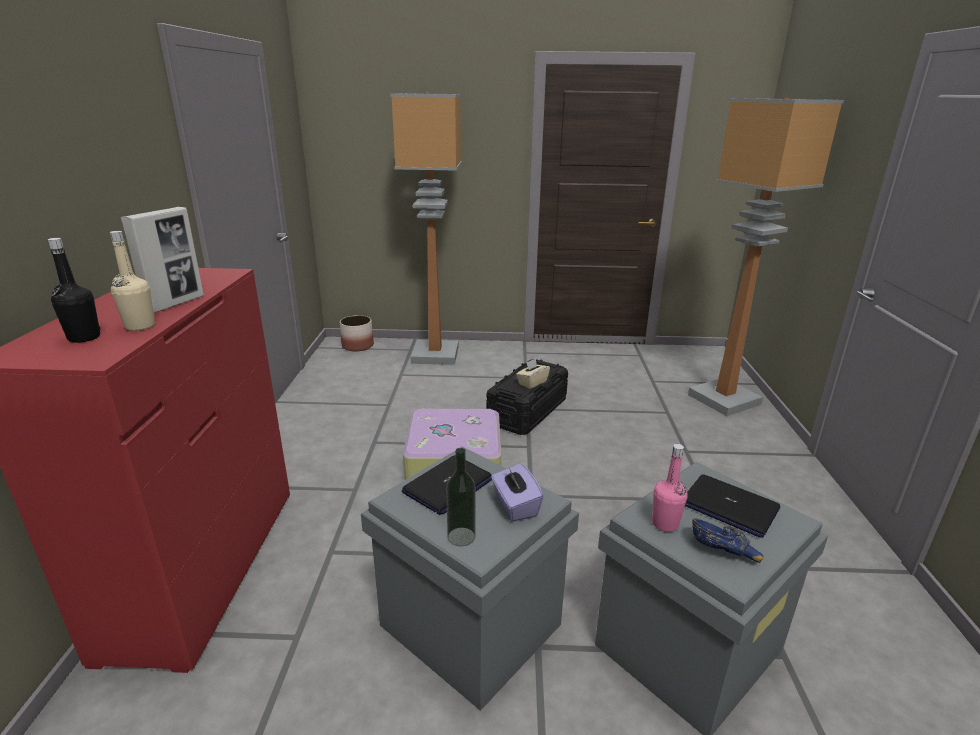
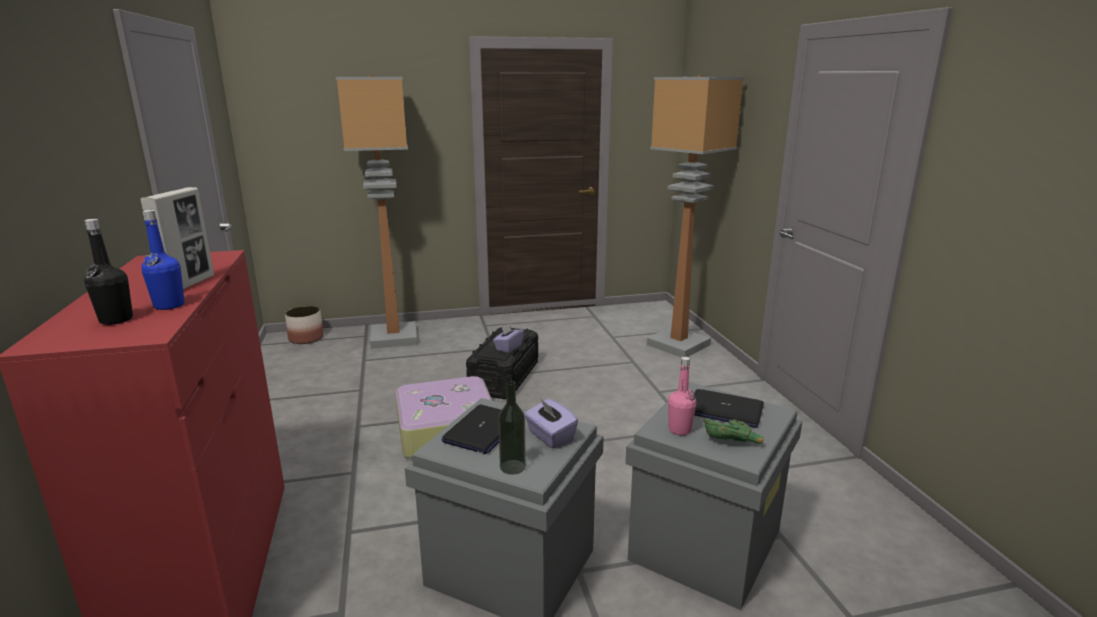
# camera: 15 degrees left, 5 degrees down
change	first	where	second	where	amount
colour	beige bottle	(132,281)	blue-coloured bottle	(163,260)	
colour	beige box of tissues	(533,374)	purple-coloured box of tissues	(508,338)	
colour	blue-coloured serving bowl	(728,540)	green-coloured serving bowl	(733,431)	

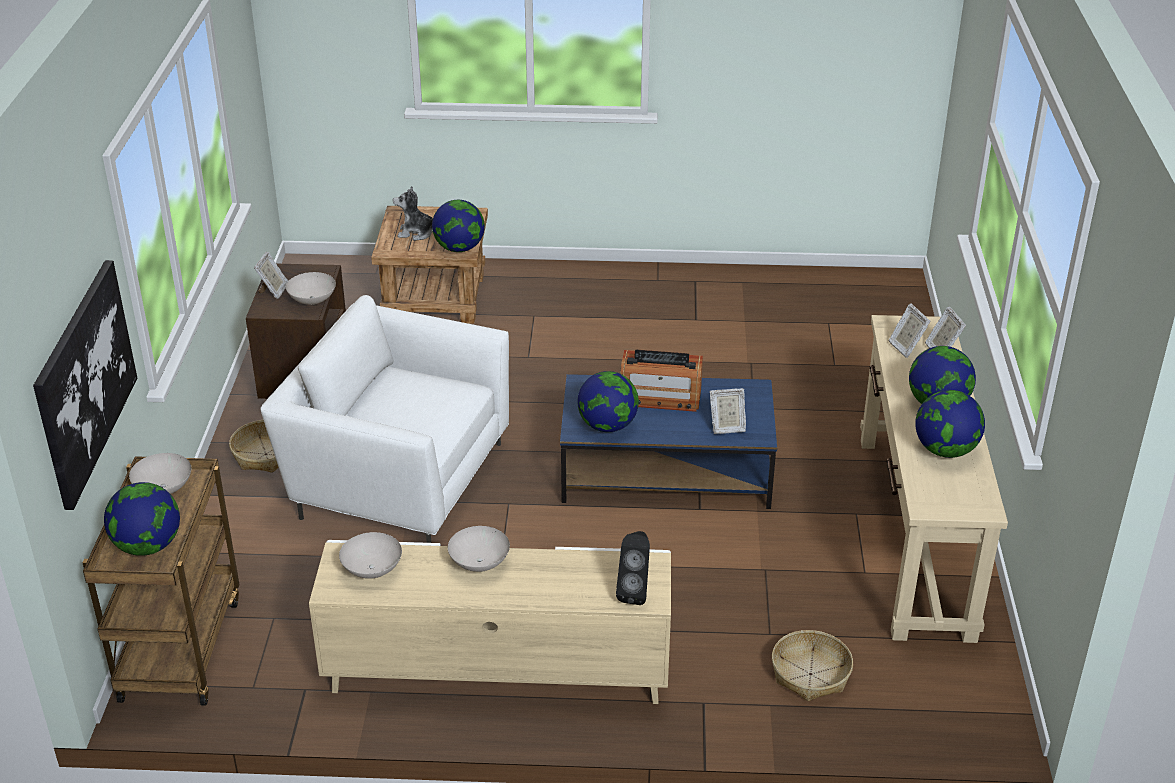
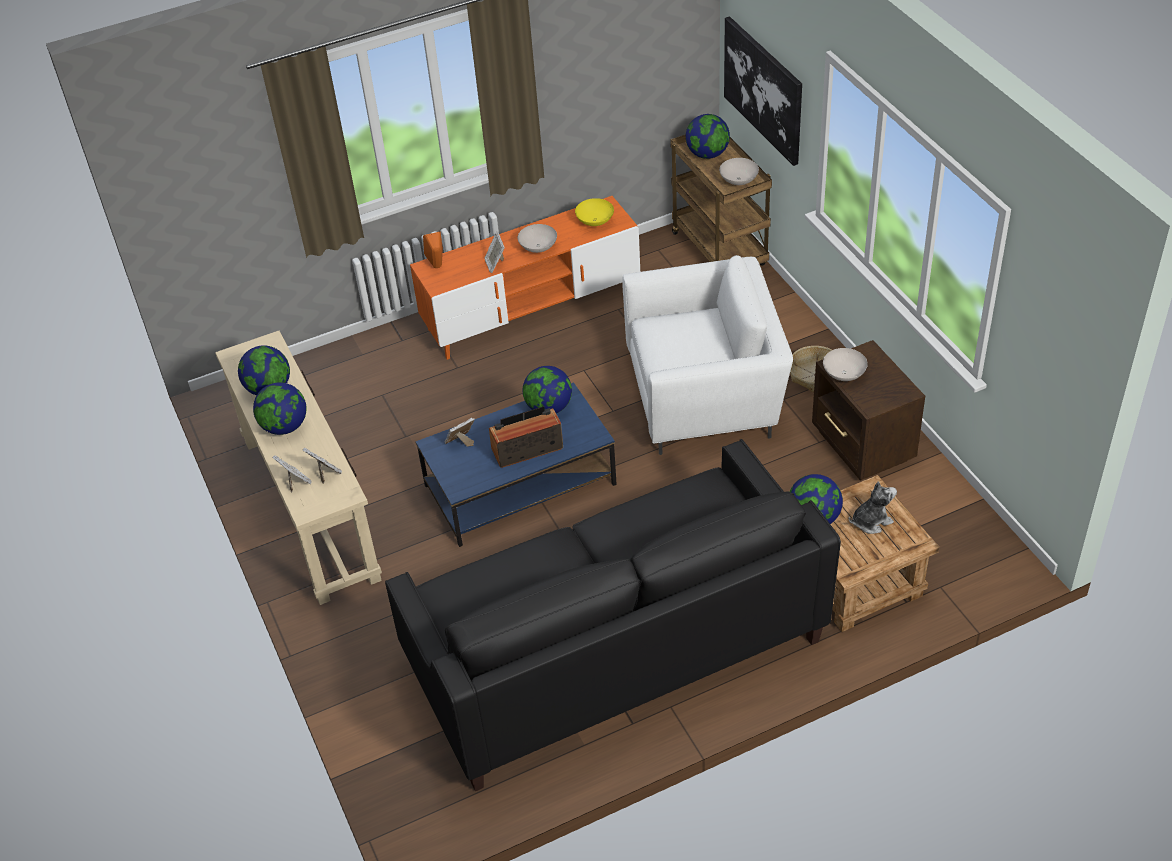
# camera: 155 degrees right, 10 degrees up
change	first	where	second	where	amount
relocated	picture frame	(271,275)		(494,252)	
colour	black loudspeaker	(633,568)	orangey loudspeaker	(433,250)	
colour	white-coloured serving bowl	(370,555)	yellow-coloured serving bowl	(594,212)	
colour	beige tv unit	(490,622)	orangey tv unit	(525,278)	
missing	storage basket	(812,665)			
appeared			black sofa	(613,615)	

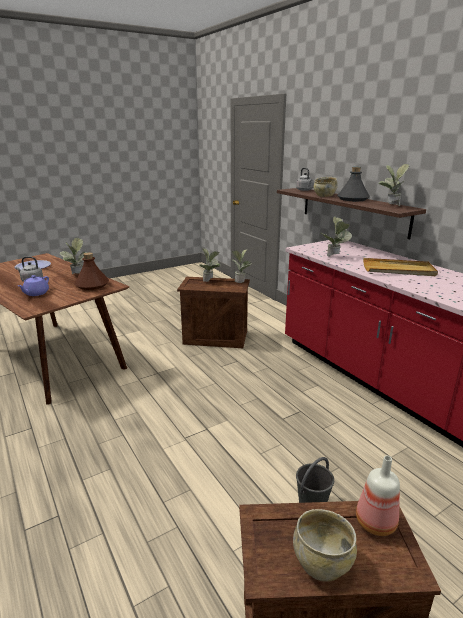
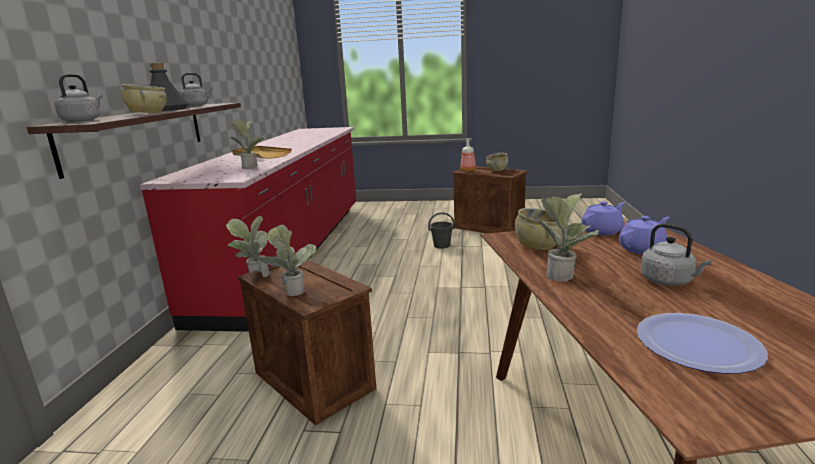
# camera: 140 degrees left, 5 degrees down
change	first	where	second	where	amount
exchanged	plant in a pot	(394,185)	greyish tea kettle	(196,89)	
exchanged	brown-coloured bottle	(91,271)	beige serving bowl	(538,229)	
appeared			purple-coloured tea pot	(603,218)	

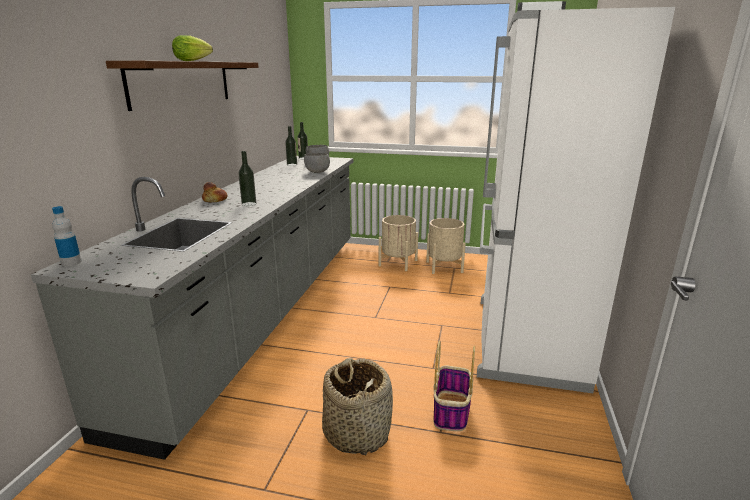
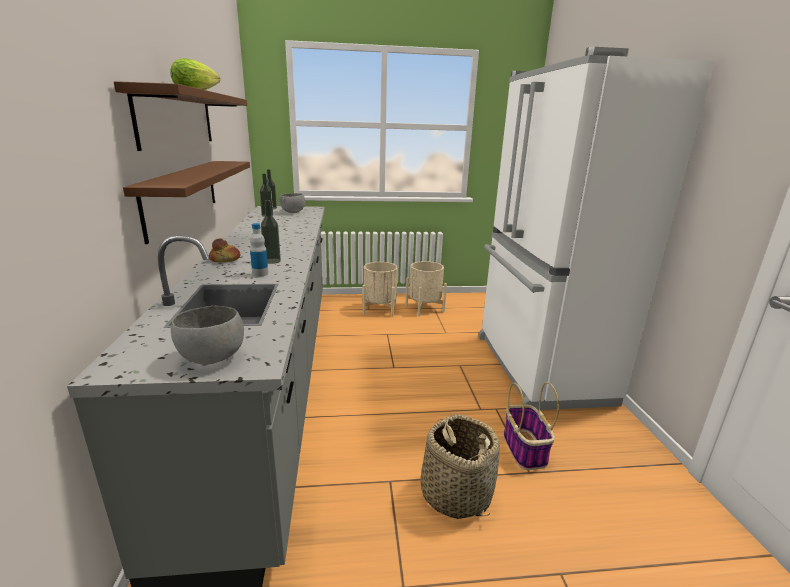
# camera: 20 degrees left, 0 degrees up
change	first	where	second	where	amount
relocated	greyish serving bowl	(317,163)		(207,335)	
relocated	bottle	(67,236)		(259,250)	
appeared			brown-coloured wall shelf	(186,202)	

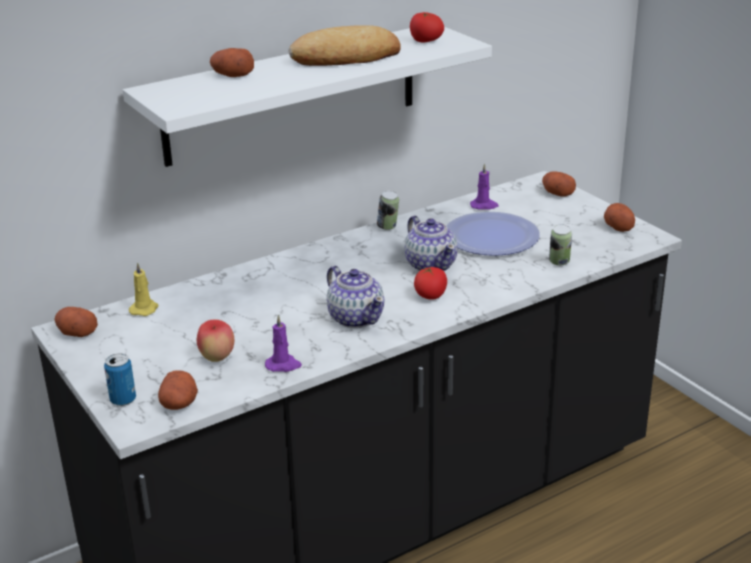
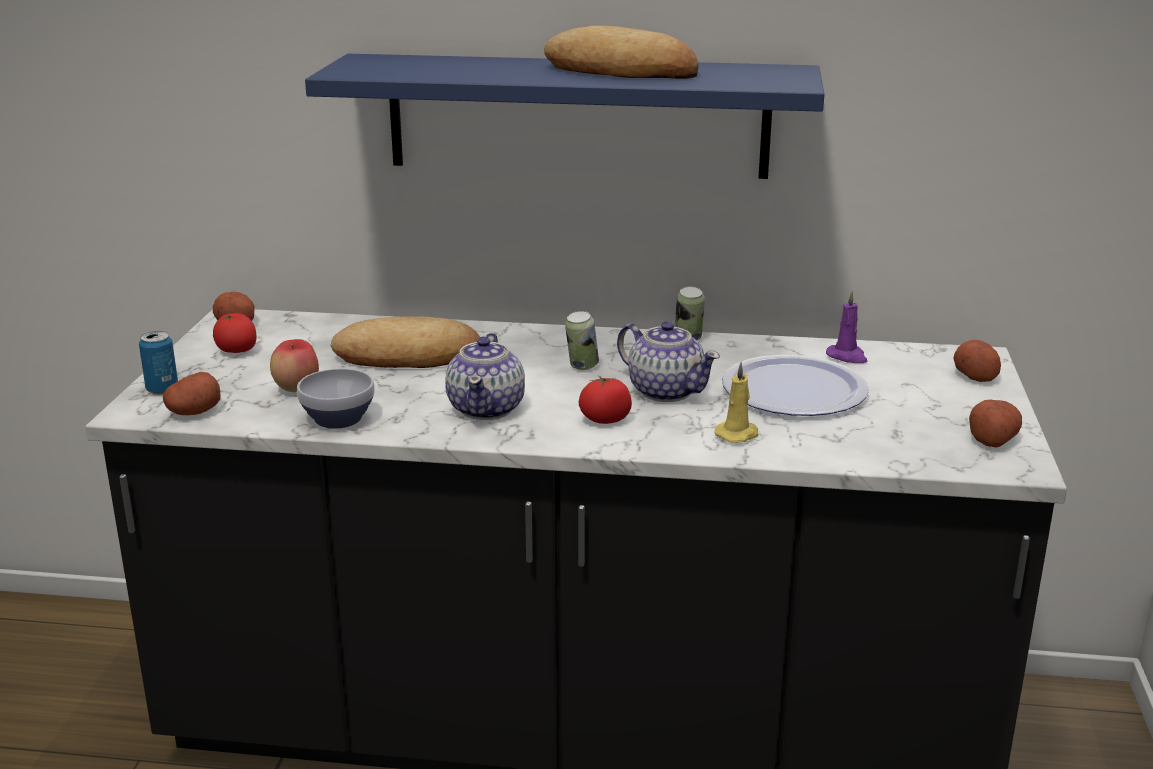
# camera: 40 degrees right, 5 degrees down
change	first	where	second	where	amount
relocated	whole tomato	(427,27)		(235,333)	
colour	white-coloured wall shelf	(307,97)	blue-coloured wall shelf	(564,116)	
missing	spud	(232,62)			
spun	tea pot	(431,243)		(668,361)	60 degrees counterclockwise
relocated	sealed can	(560,245)		(582,340)	
relocated	yellow-coloured wax candle	(143,289)		(736,402)	
exchanged	purple-coloured wax candle	(283,343)	serving bowl	(336,398)	
appeared			bakery bread	(405,342)	

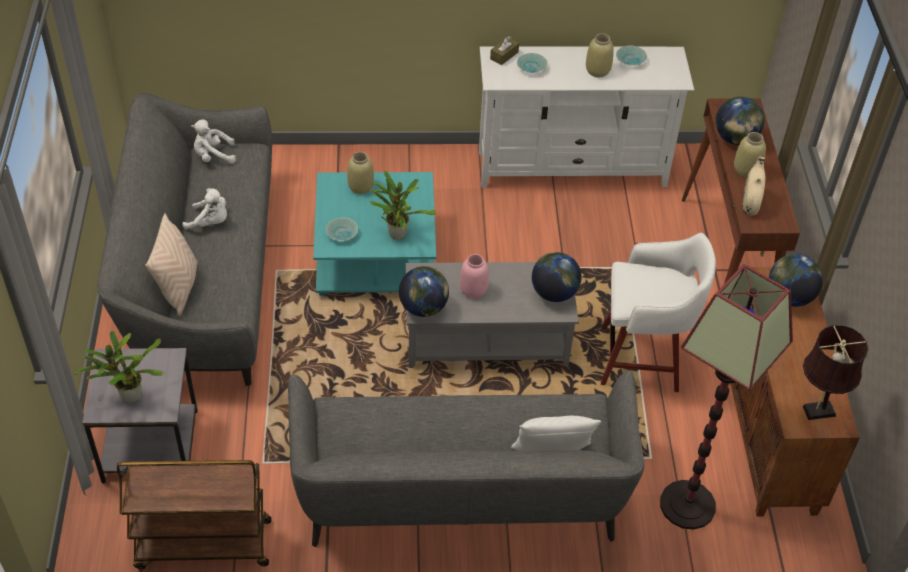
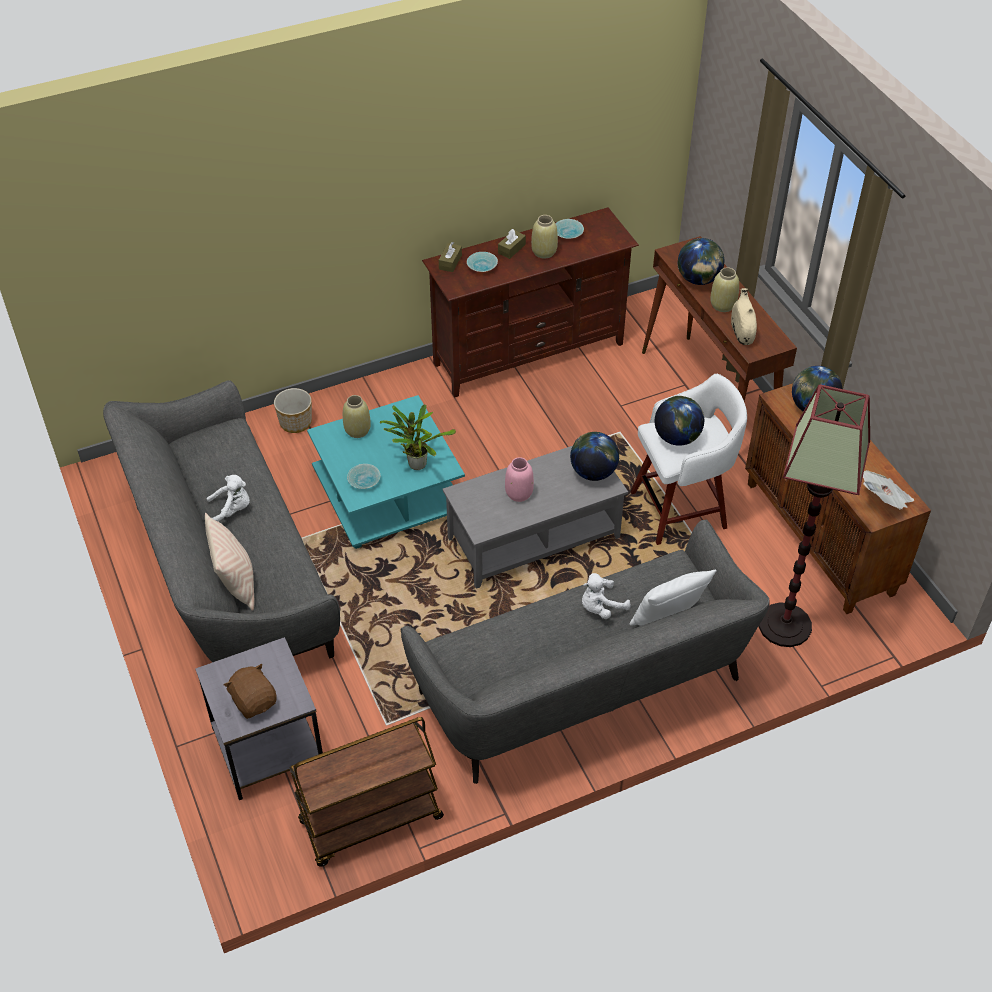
# camera: 20 degrees left, 0 degrees up
change	first	where	second	where	amount
colour	white-coloured tv unit	(586,117)	brown-coloured tv unit	(530,302)	
relocated	white-coloured cuddly toy	(213,141)		(606,596)	
relocated	globe	(424,291)		(679,421)	
exchanged	brown-coloured lamp for a table	(835,372)	daily paper	(888,490)	
exchanged	plant in a pot	(118,367)	brown-coloured cuddly toy	(250,691)	
appeared			brown-coloured box of tissues	(512,244)	
appeared			planter	(293,410)	

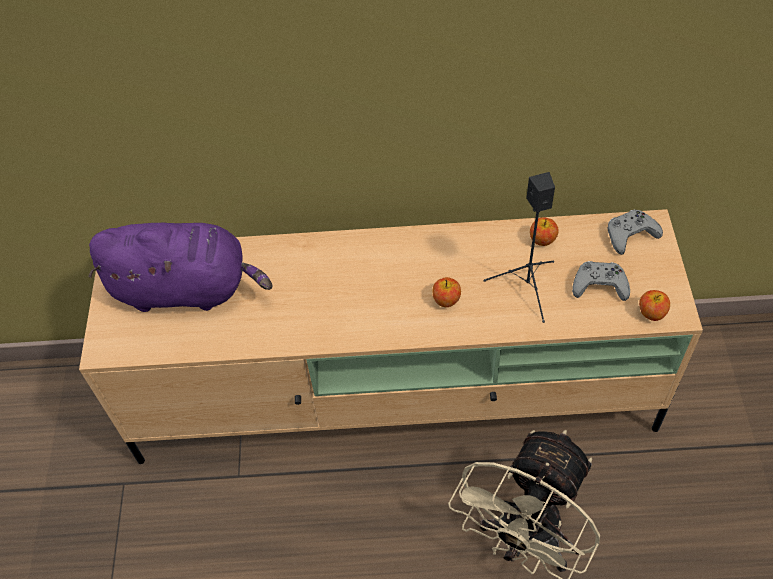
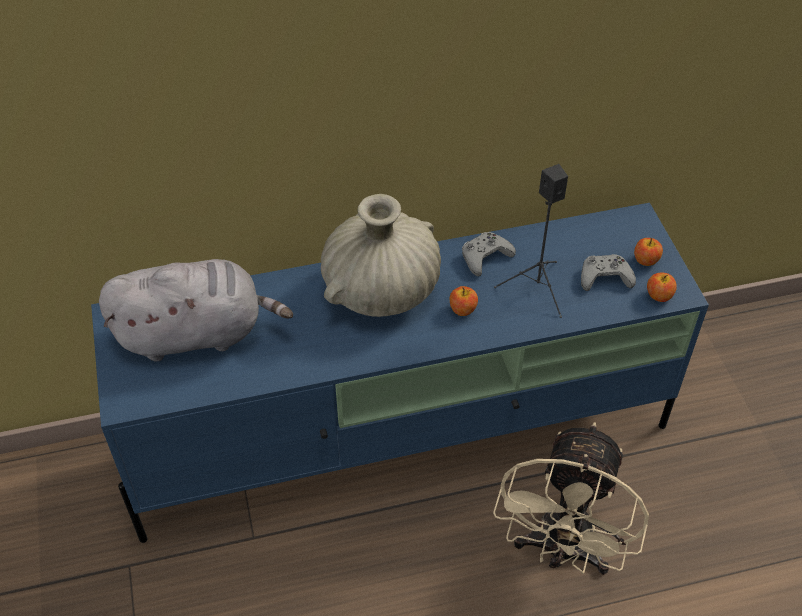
# camera: 15 degrees left, 5 degrees down
change	first	where	second	where	amount
colour	beige tv unit	(391,336)	blue-coloured tv unit	(400,373)	
relocated	greyish game controller	(635,232)		(489,254)	
relocated	apple fruit	(544,231)		(648,252)	
colour	purple-coloured cuddly toy	(180,267)	greyish cuddly toy	(196,310)	
appeared			beige vase	(381,255)	

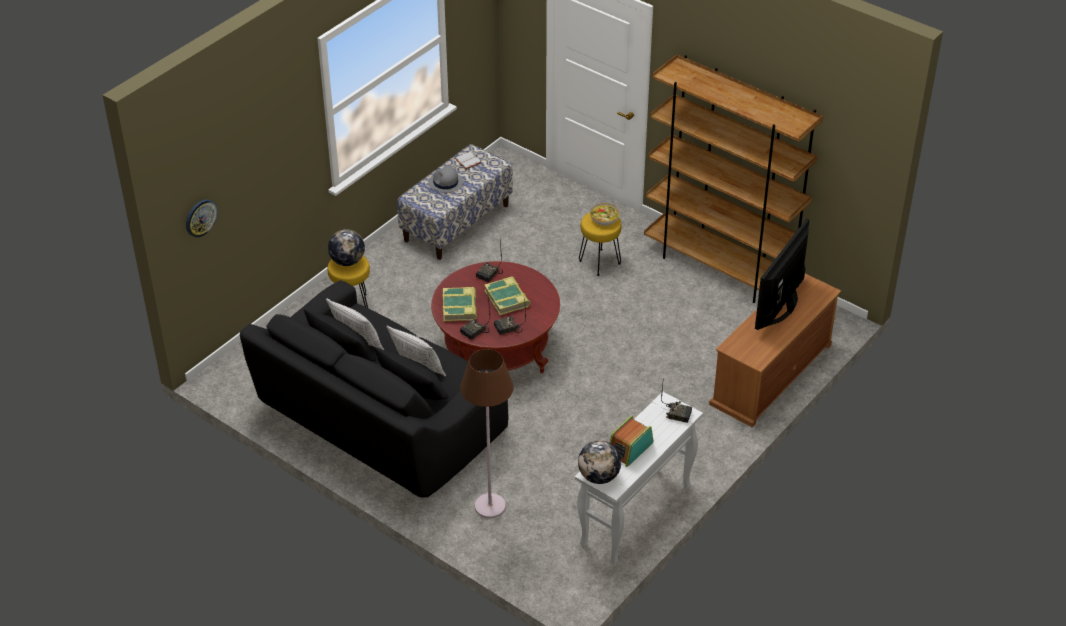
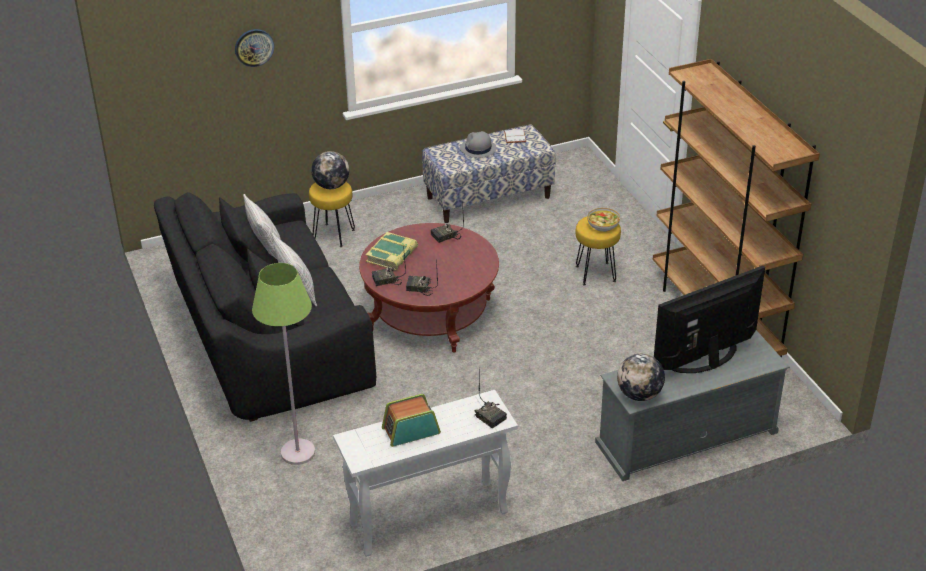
# camera: 30 degrees right, 5 degrees down
change	first	where	second	where	amount
relocated	clock on the wall	(202,218)		(254,48)	
colour	brown-coloured tv unit	(775,350)	greyish tv unit	(692,405)	
missing	book	(507,295)			
colour	brown-coloured standard lamp	(487,433)	green-coloured standard lamp	(283,364)	
relocated	globe	(599,462)		(641,377)	

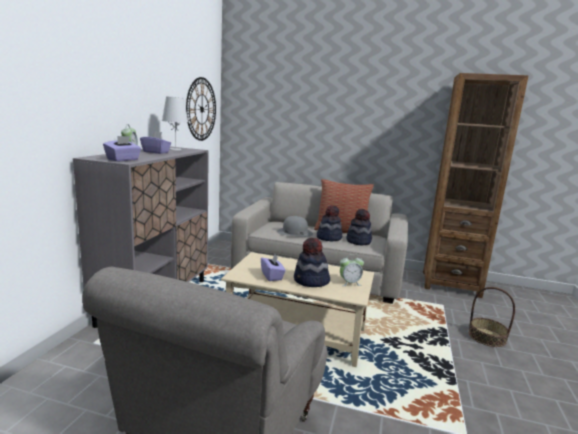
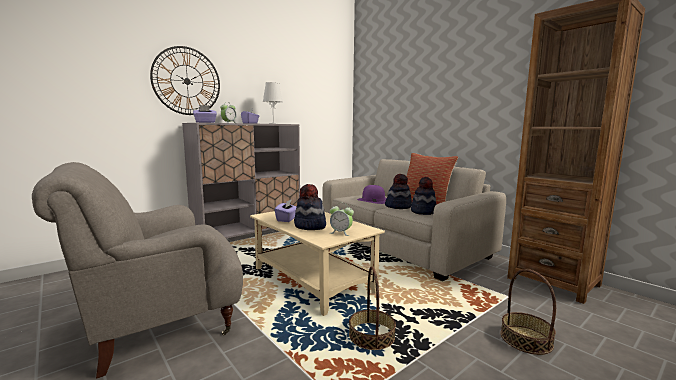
# camera: 35 degrees right, 5 degrees down
change	first	where	second	where	amount
relocated	clock on the wall	(201,109)		(185,80)	
colour	greyish wearable hat	(295,226)	purple-coloured wearable hat	(372,194)	
appeared			storage basket	(372,308)	

